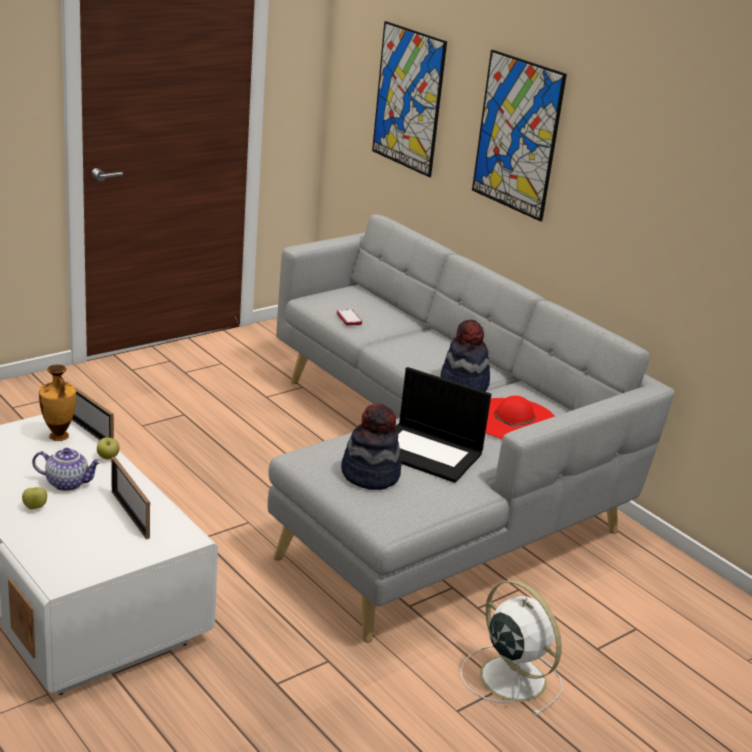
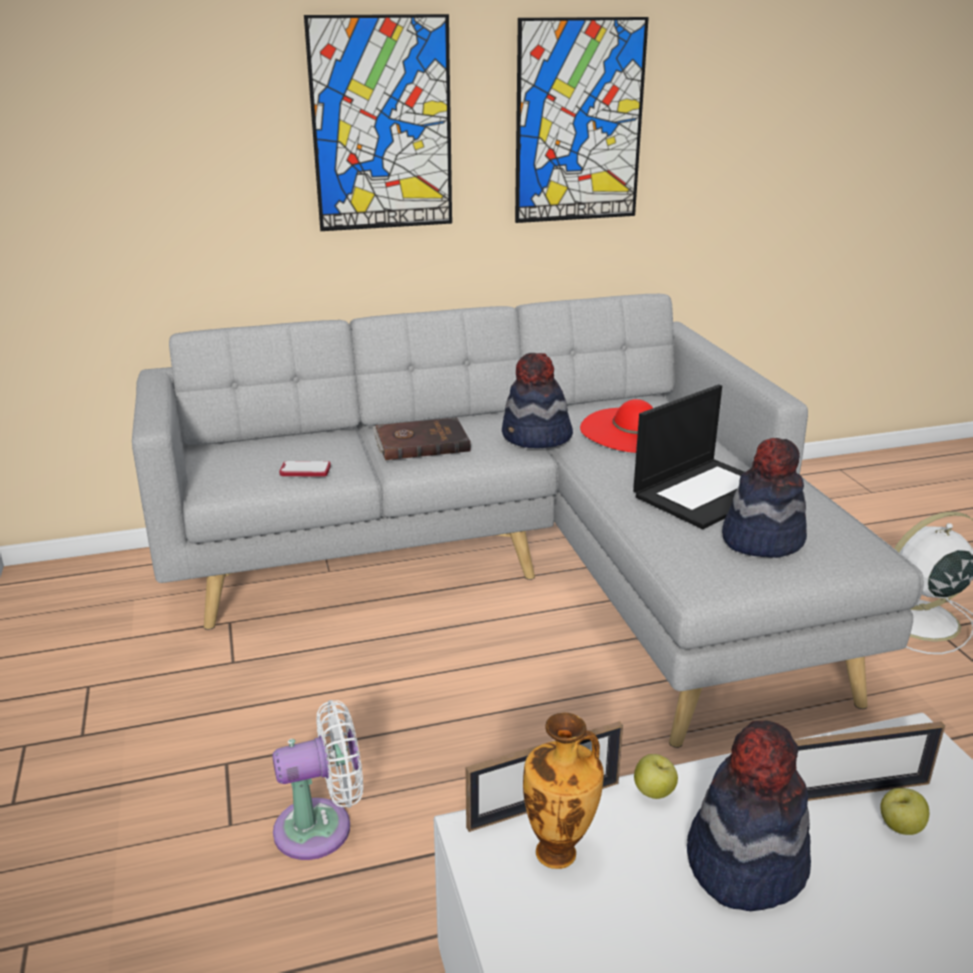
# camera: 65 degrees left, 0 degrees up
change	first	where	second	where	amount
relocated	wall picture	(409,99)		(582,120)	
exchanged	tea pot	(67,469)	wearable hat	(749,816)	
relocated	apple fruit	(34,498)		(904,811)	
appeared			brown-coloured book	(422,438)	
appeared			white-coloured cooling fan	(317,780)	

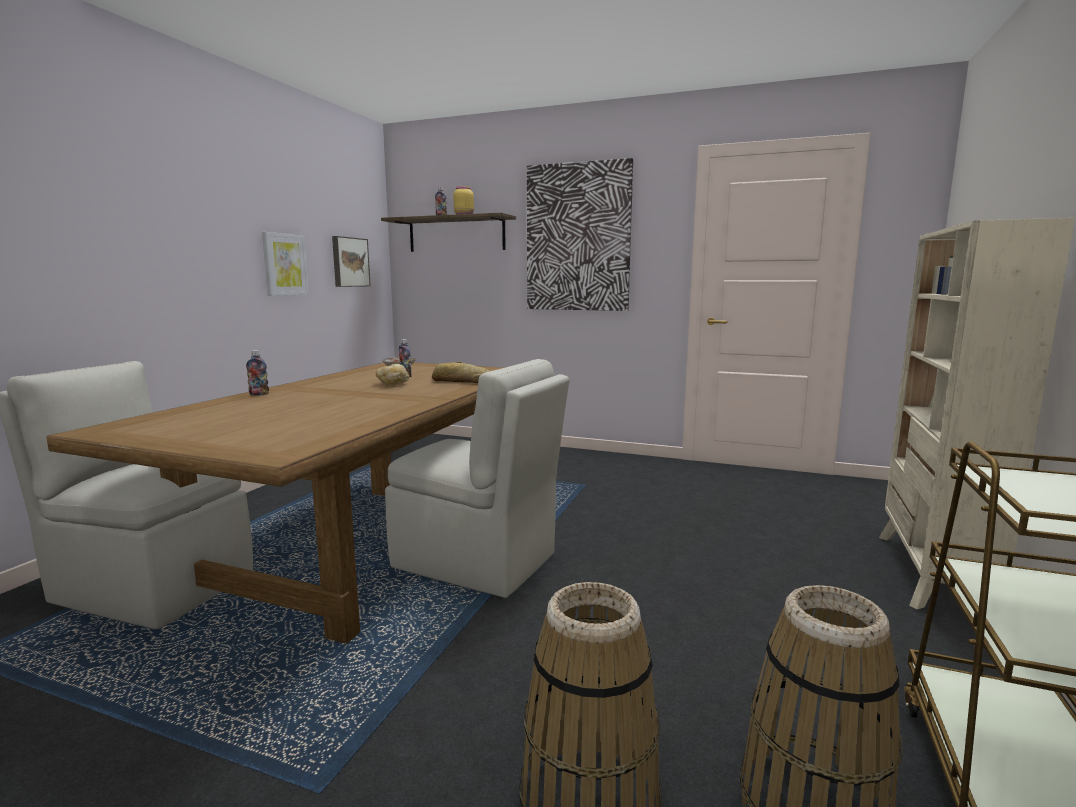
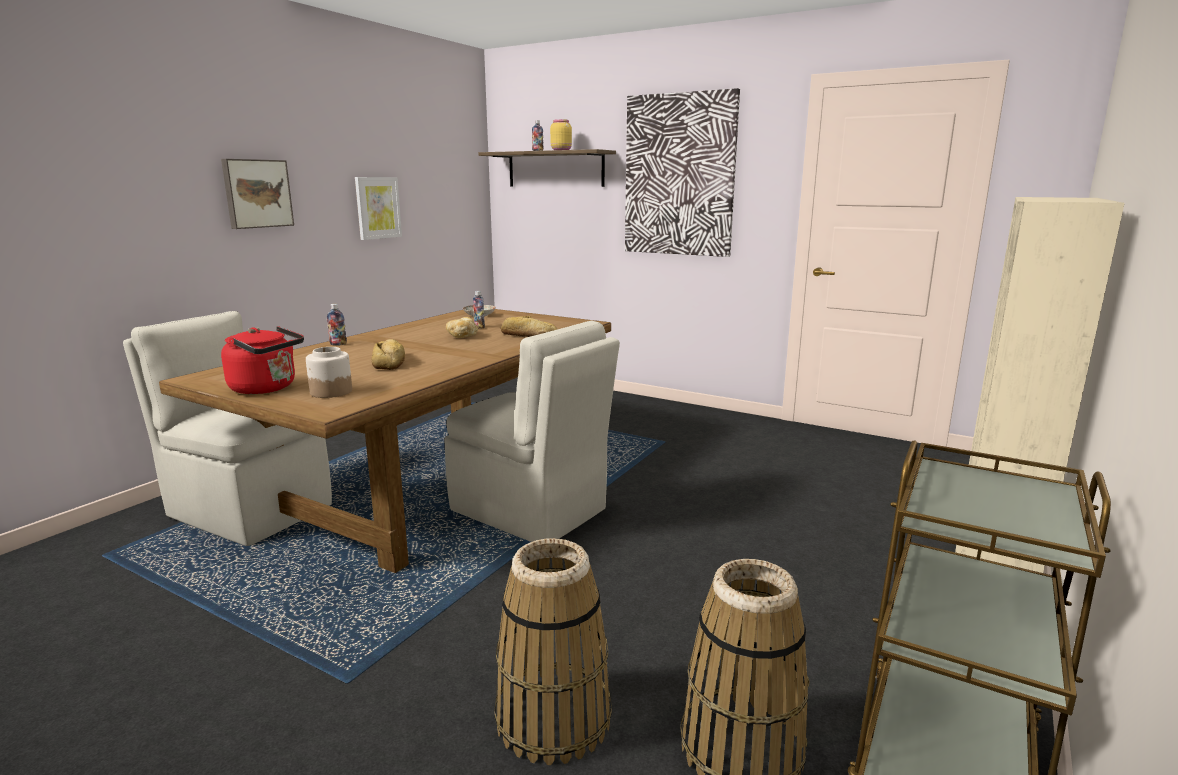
# camera: 10 degrees right, 5 degrees up
change	first	where	second	where	amount
relocated	wall picture	(351,261)		(257,194)	
appeared			red tea kettle	(262,360)	
appeared			bakery bread	(388,354)	
appeared			storage jar	(329,372)	

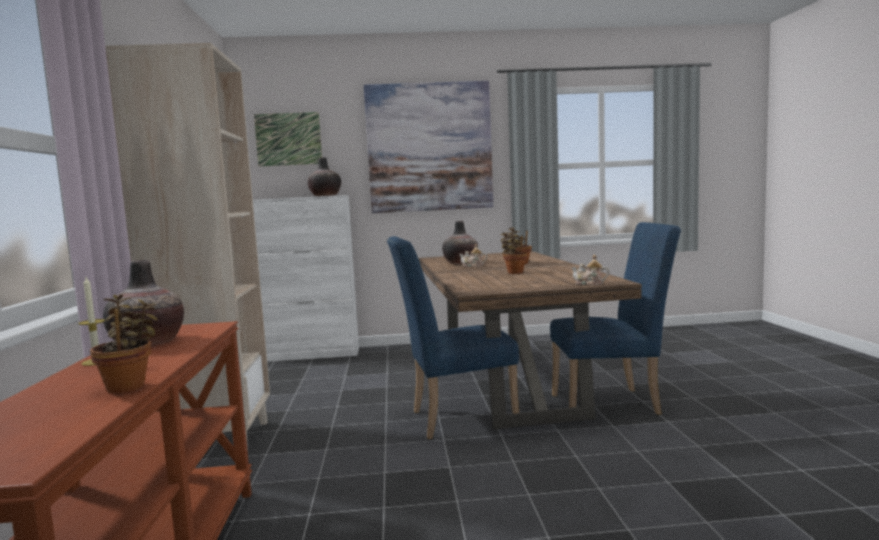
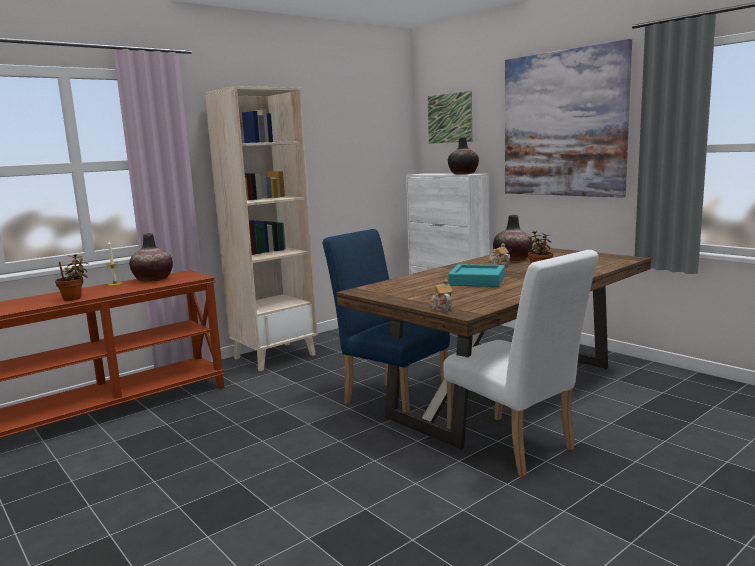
# camera: 55 degrees right, 5 degrees up
change	first	where	second	where	amount
colour	blue-coloured upright chair	(615,318)	white-coloured upright chair	(521,363)	
exchanged	plant in a pot	(513,253)	turquoise-coloured tray	(476,275)	

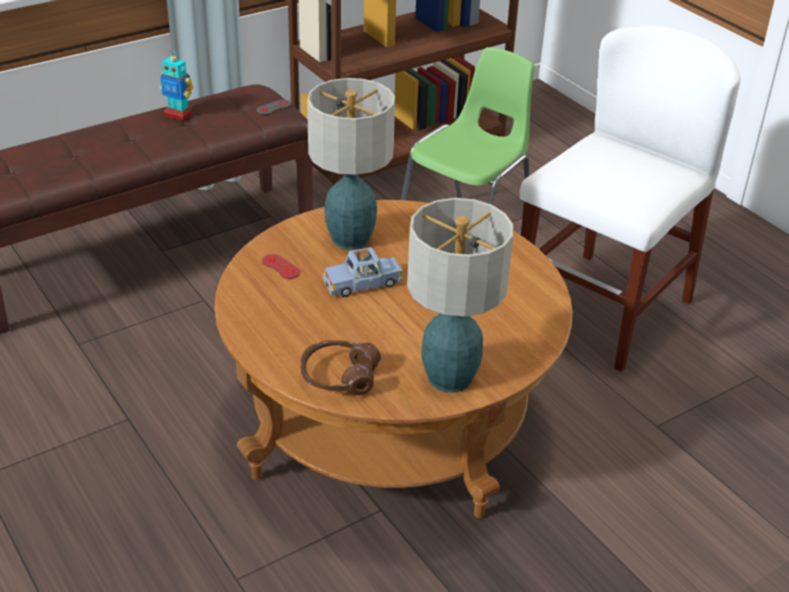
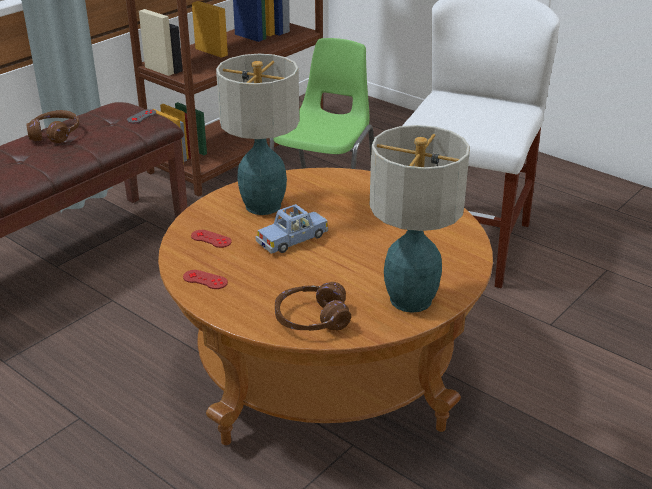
# camera: 15 degrees left, 5 degrees down
change	first	where	second	where	amount
exchanged	toy robot	(177,85)	brown-coloured headset	(53,126)	
appeared			red game controller	(205,279)	

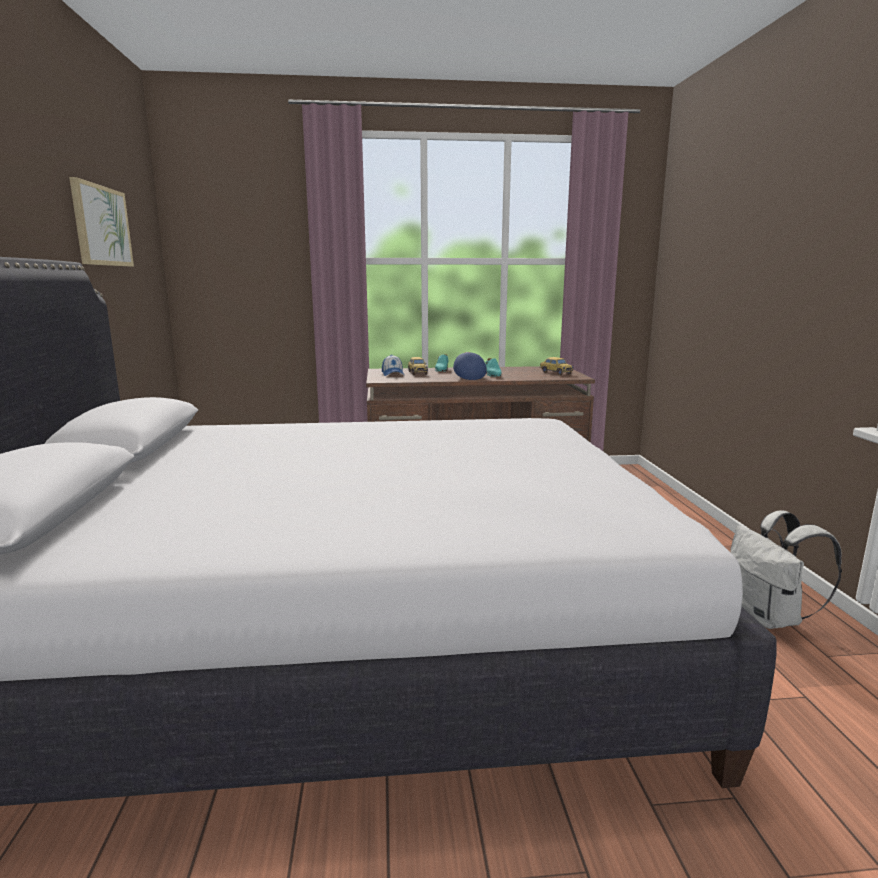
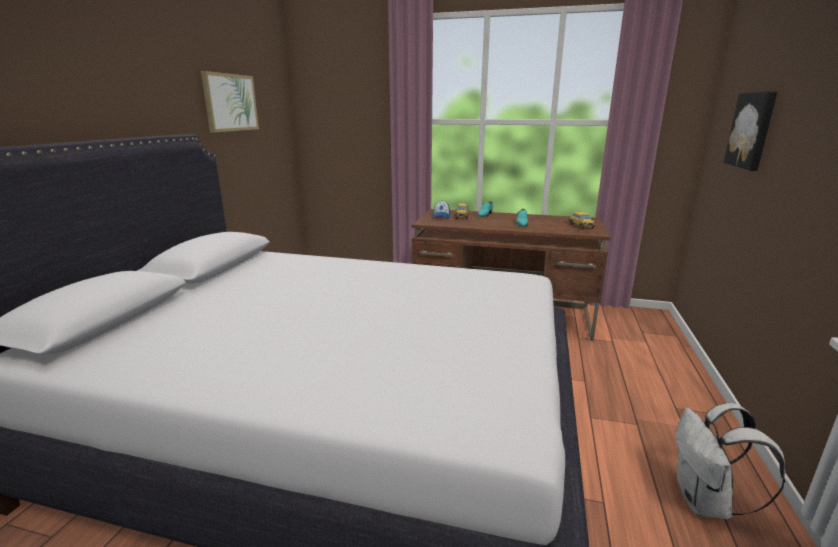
# camera: 20 degrees right, 5 degrees up
change	first	where	second	where	amount
missing	blue-coloured baseball cap	(470,366)			
appeared			wall picture	(751,131)	

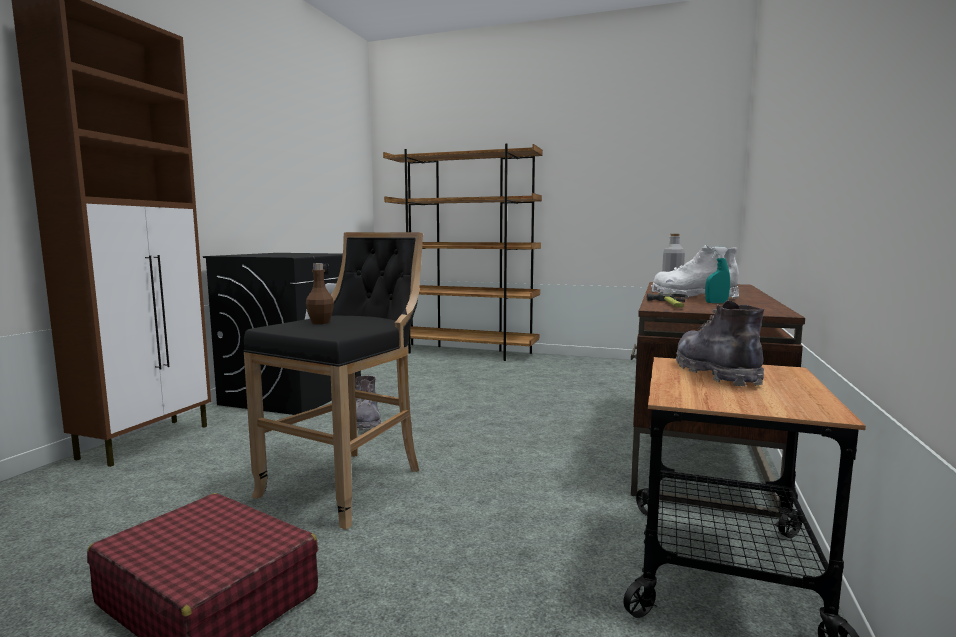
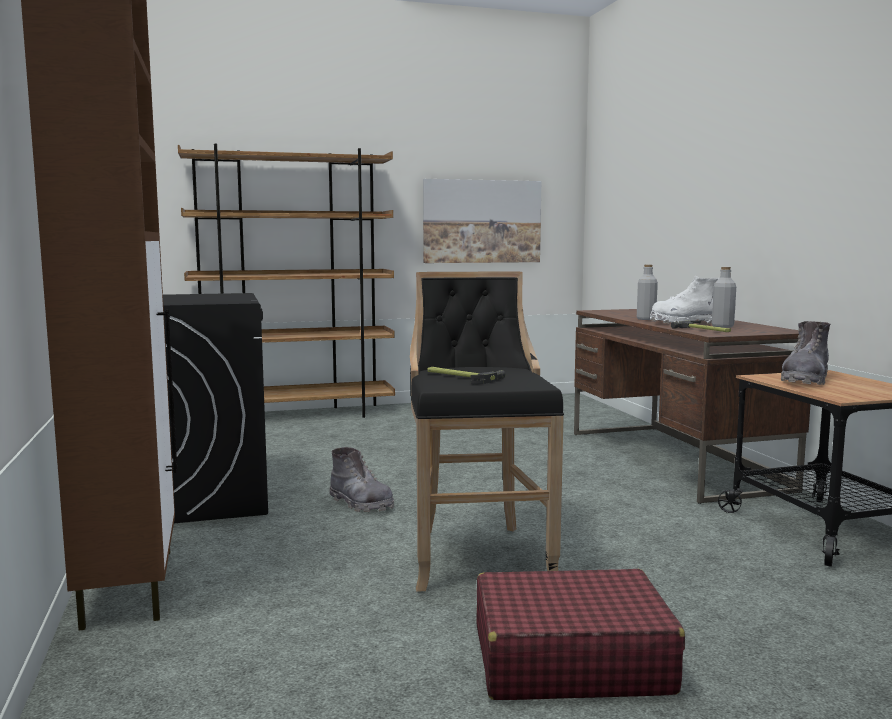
# camera: 35 degrees left, 0 degrees up
change	first	where	second	where	amount
exchanged	turquoise-coloured sprayer	(717,275)	greyish bottle	(724,297)	
exchanged	brown-coloured bottle	(320,293)	tool hammer	(466,375)	
spun	greyish boot	(720,343)		(805,353)	105 degrees counterclockwise
appeared			wall picture	(482,221)	

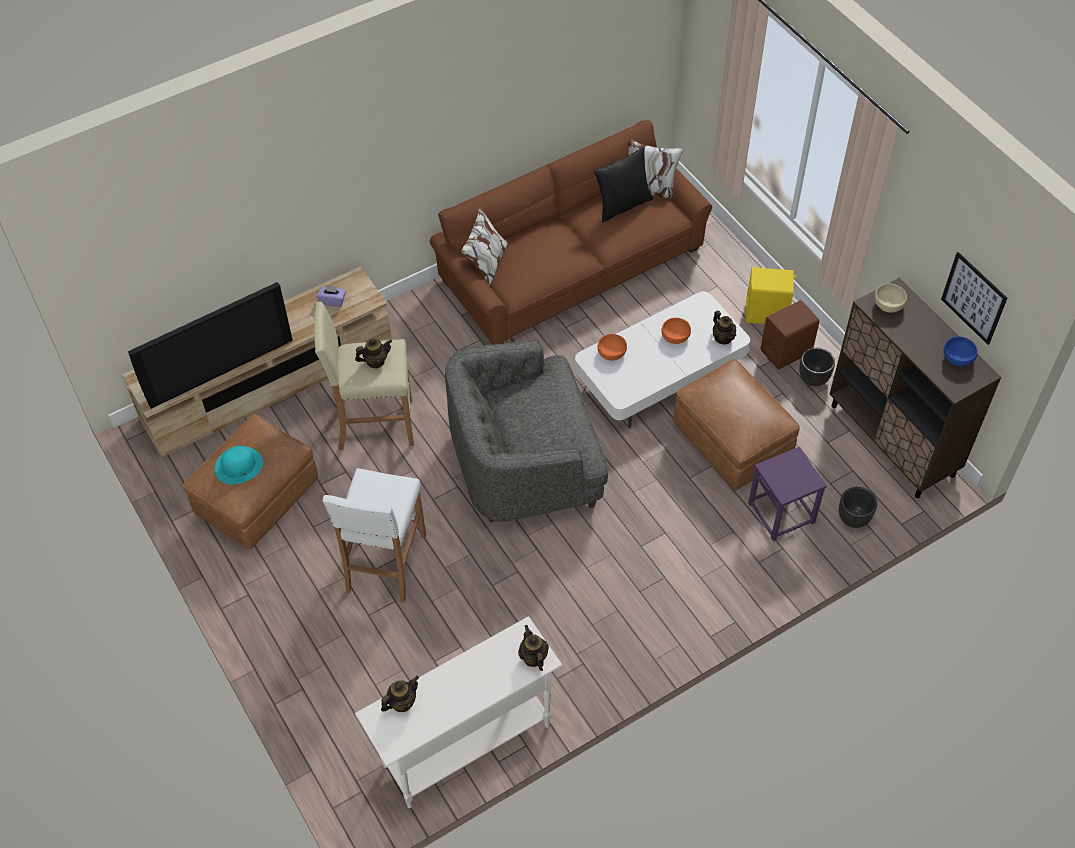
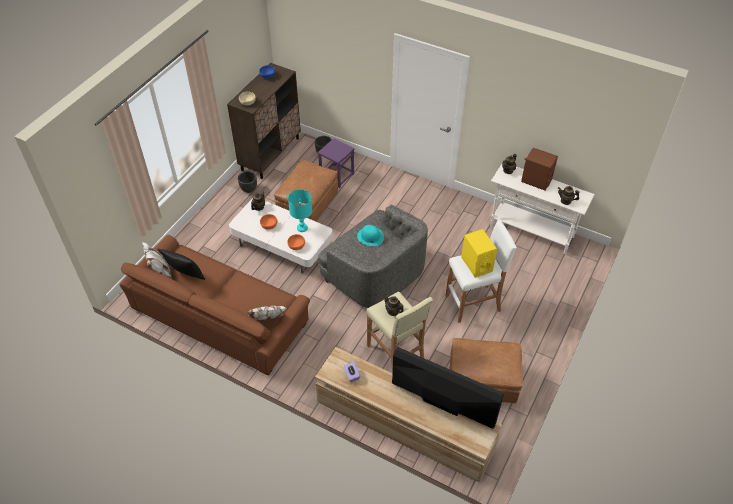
# camera: 120 degrees left, 5 degrees down
change	first	where	second	where	amount
missing	wall picture	(974,298)			
relocated	yellow-coloured loudspeaker	(770,295)		(479,253)	
relocated	brown-coloured loudspeaker	(790,335)		(539,169)	
relocated	turquoise-coloured wearable hat	(239,465)		(370,235)	
appeared			turquoise-coloured lamp for a table	(300,211)	

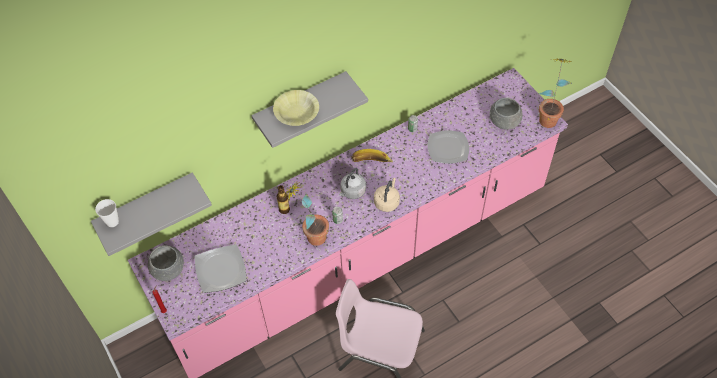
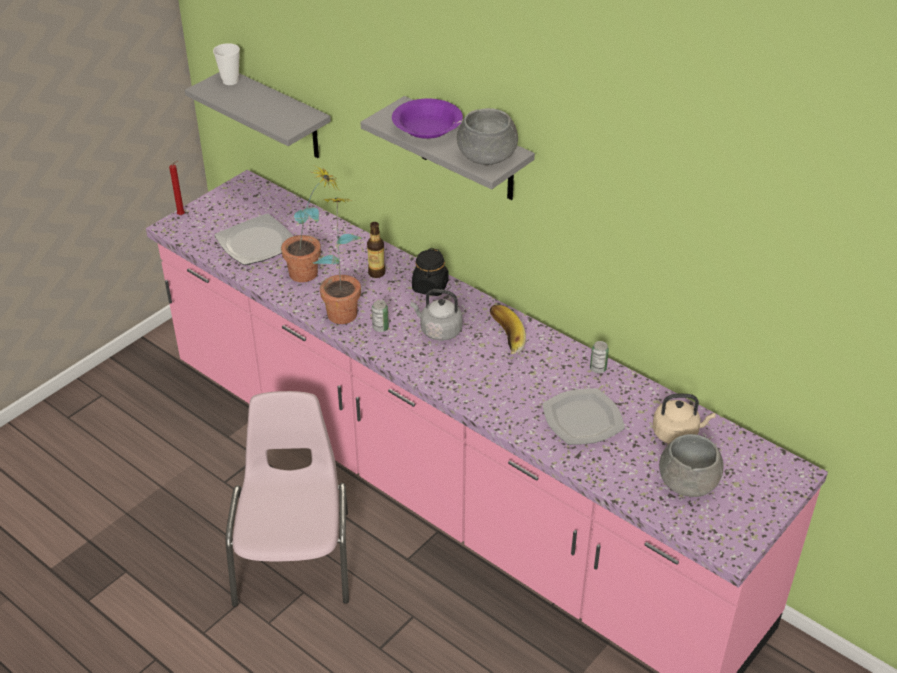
# camera: 70 degrees right, 15 degrees down
change	first	where	second	where	amount
relocated	plant in a pot	(555,93)		(309,224)	
colour	yellow-coloured serving bowl	(296,108)	purple-coloured serving bowl	(427,118)	
relocated	beige tea kettle	(387,195)		(684,419)	
relocated	greyish serving bowl	(166,263)		(487,136)	
appeared			black storage jar	(430,272)	

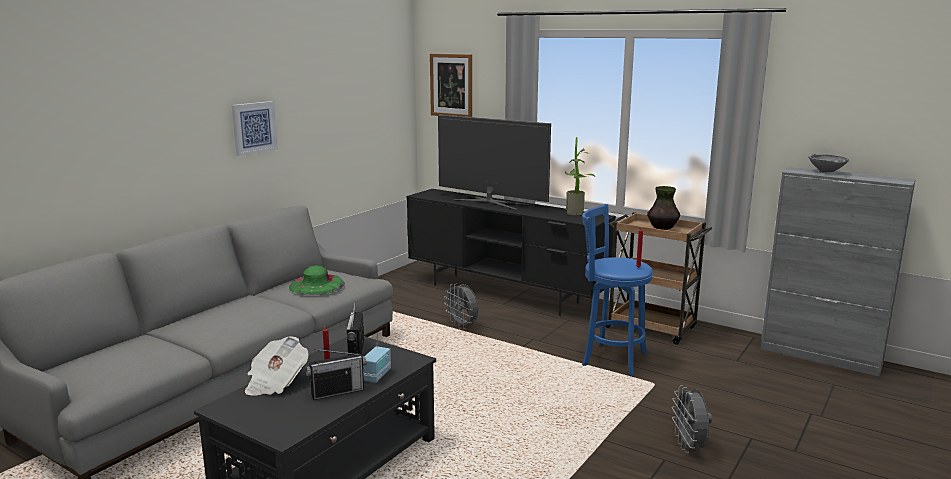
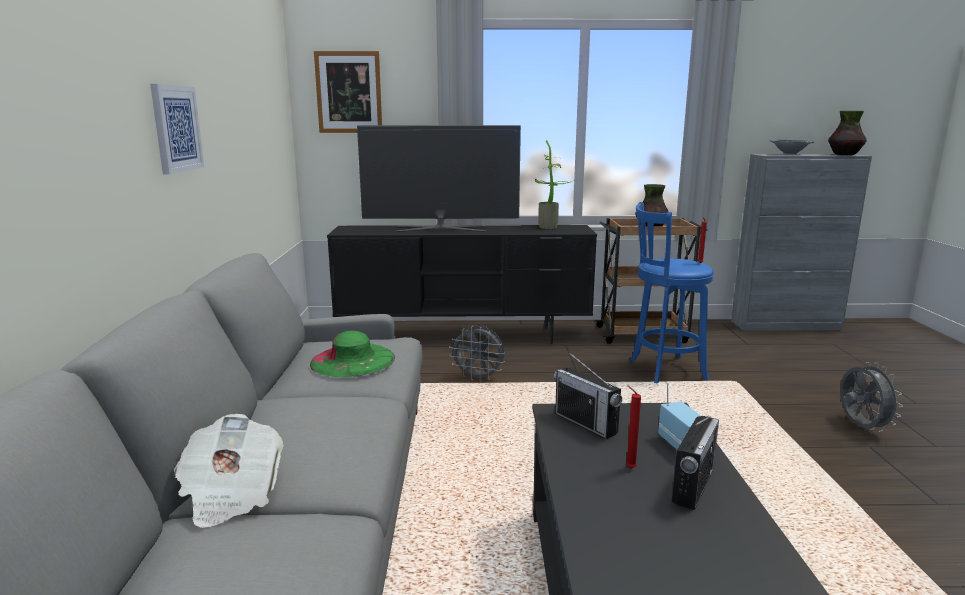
# camera: 35 degrees left, 0 degrees up
change	first	where	second	where	amount
relocated	daily paper	(277,366)		(229,471)	
spun	greyish cooling fan	(692,419)		(871,397)	150 degrees counterclockwise
appeared			vase	(847,133)	

